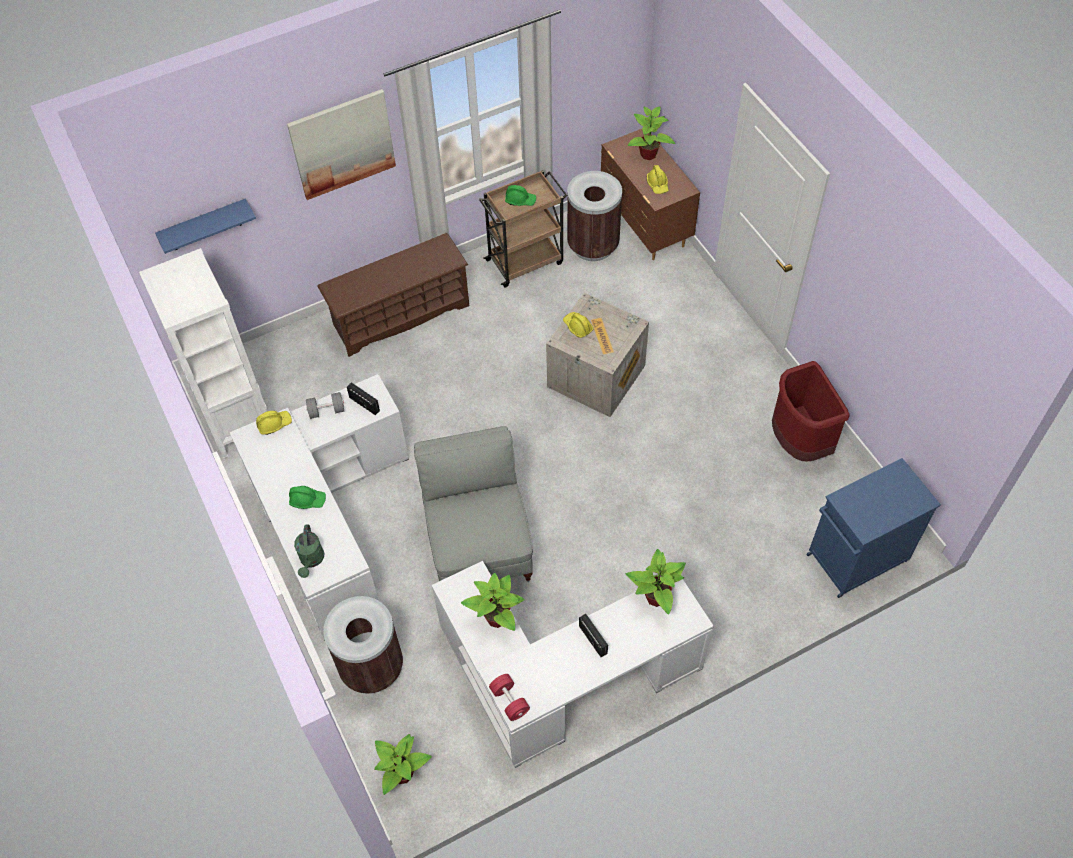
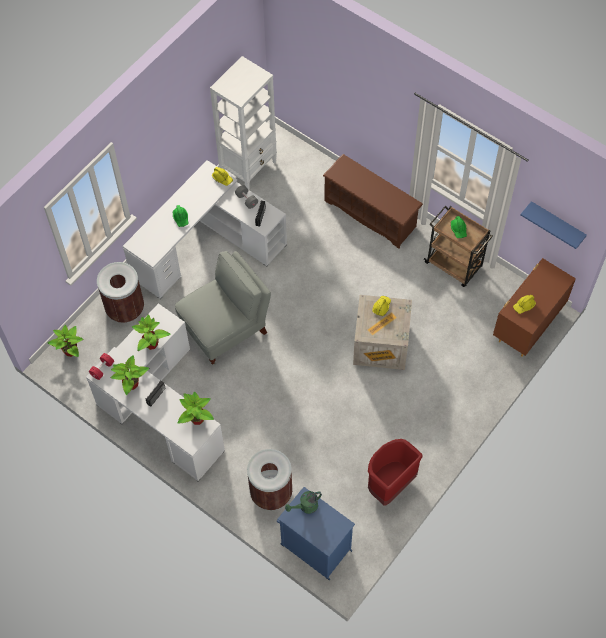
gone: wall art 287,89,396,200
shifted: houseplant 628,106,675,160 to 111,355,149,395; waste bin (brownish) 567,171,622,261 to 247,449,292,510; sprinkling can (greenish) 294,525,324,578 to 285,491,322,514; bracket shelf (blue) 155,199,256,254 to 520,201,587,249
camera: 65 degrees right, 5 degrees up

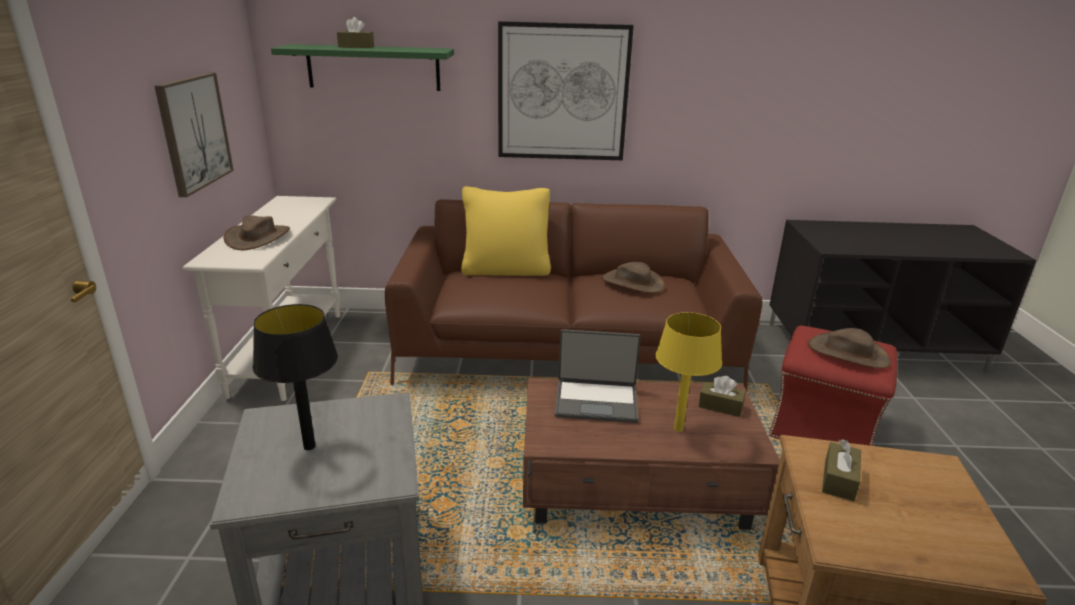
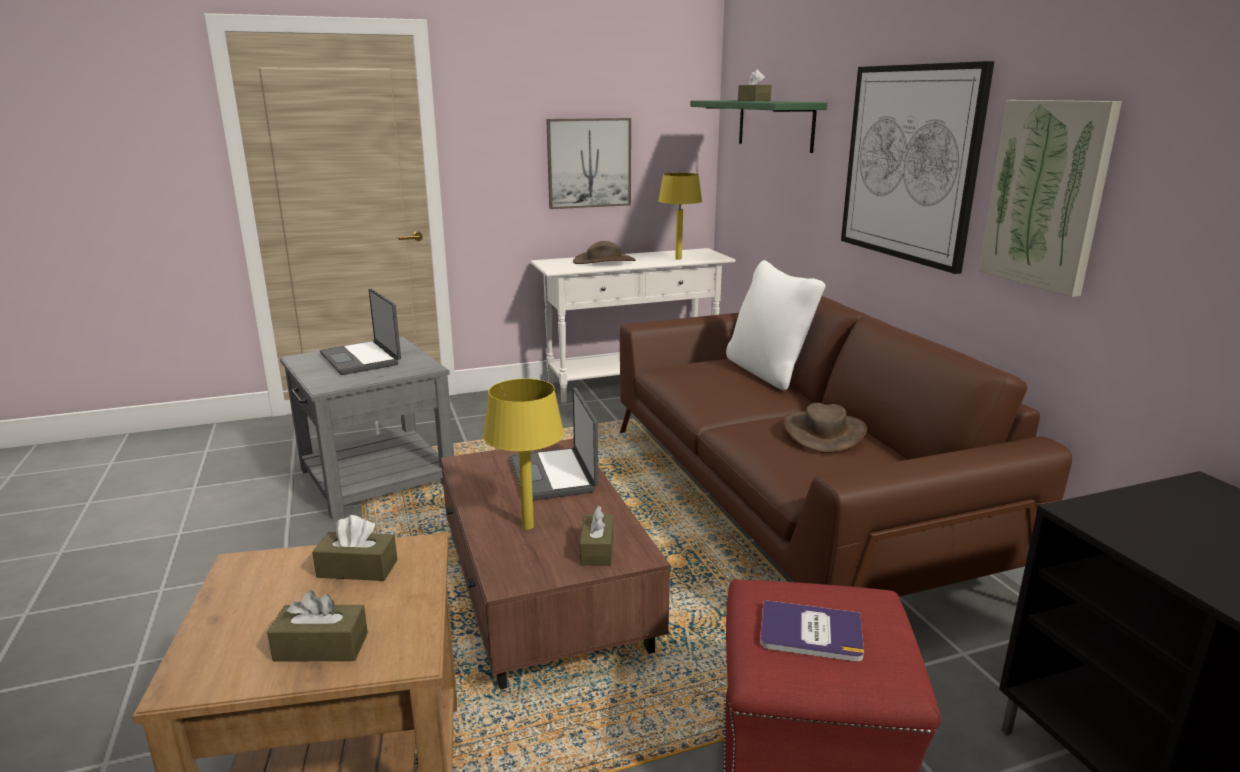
new: box of tissues (brownish) 267,590,368,662; tabletop lamp (yellowish) 658,173,702,260; wall art 979,100,1122,297
swapped: tabletop lamp (black-coloured) 253,304,338,450 to portable computer 320,288,401,375; wearable hat (brownish) 807,328,891,369 to volume 760,600,864,662
repainted: throw pillow (yellowish) 461,186,551,276 to throw pillow (white) 726,260,826,390
camera: 70 degrees right, 5 degrees down

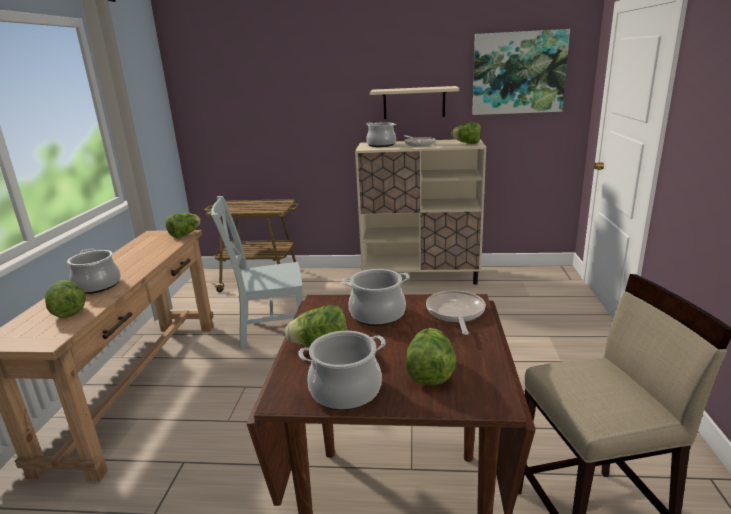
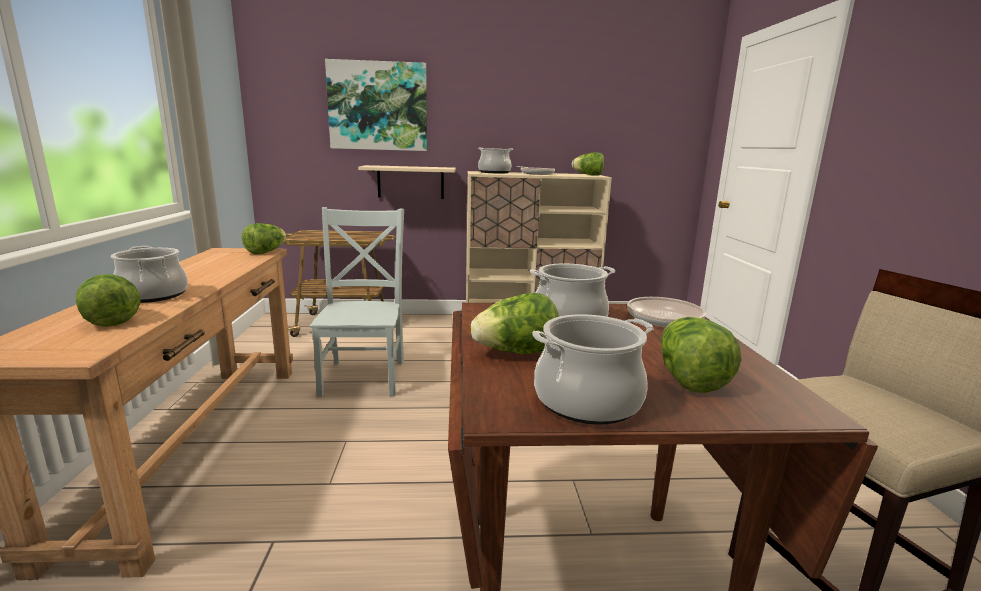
shifted: wall art 472,29,570,115 to 325,59,427,151; bracket shelf (beige-coloured) 370,86,459,119 to 358,165,456,199
rotated: plain chair (grey) 211,196,303,349 = 310,207,404,397 105 degrees clockwise
camera: 10 degrees left, 5 degrees down

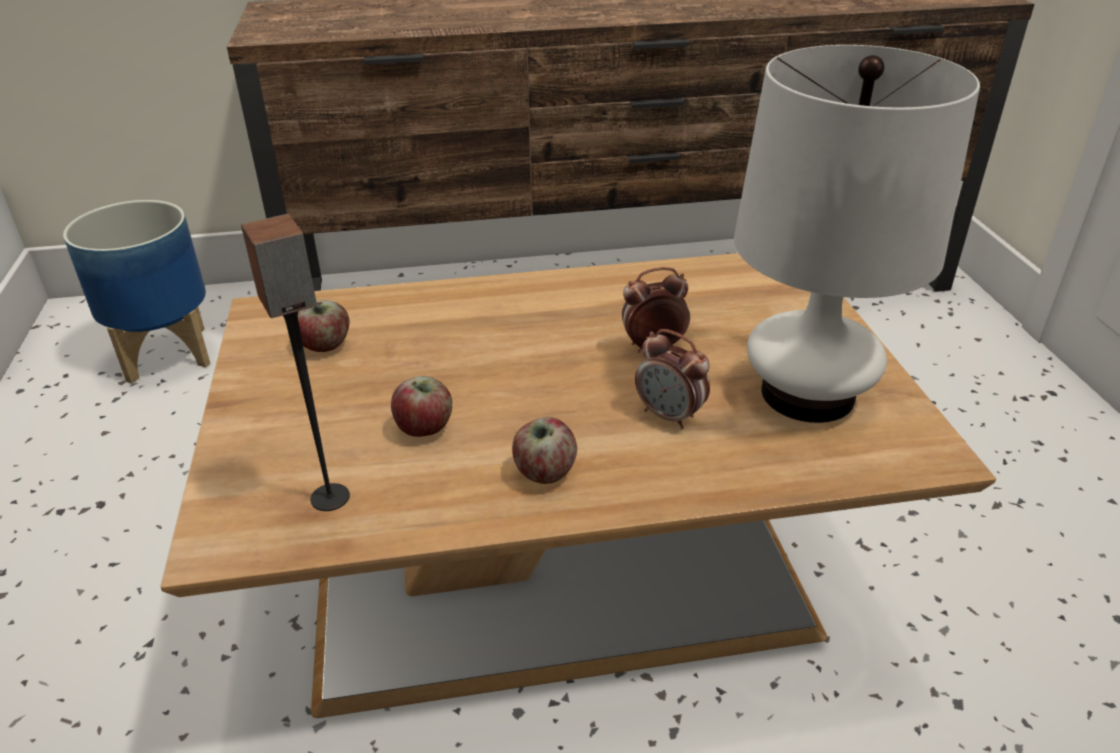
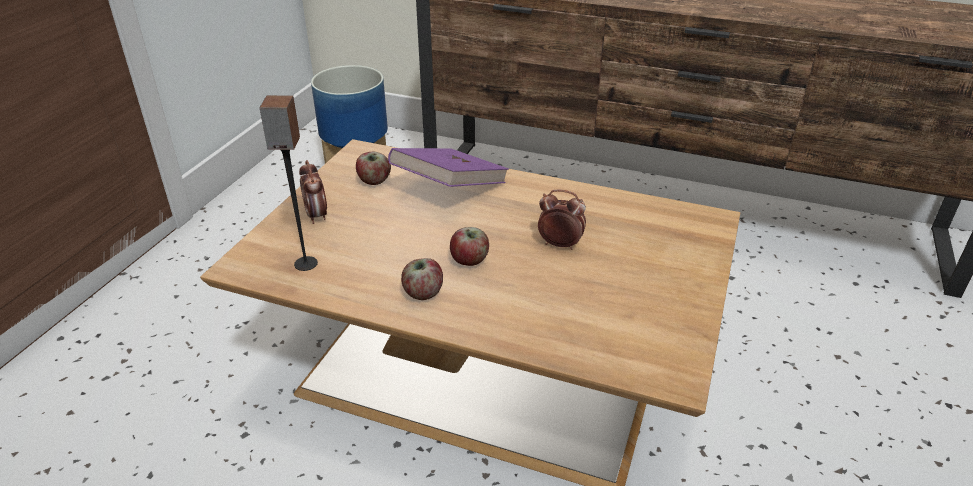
gone: tabletop lamp (white) 734,45,980,423
new: volume (purple-coloured) 388,148,509,187
shifted: alarm clock 635,329,710,429 to 299,160,327,224; whole apple 391,376,452,437 to 450,227,489,266
camera: 30 degrees right, 0 degrees up

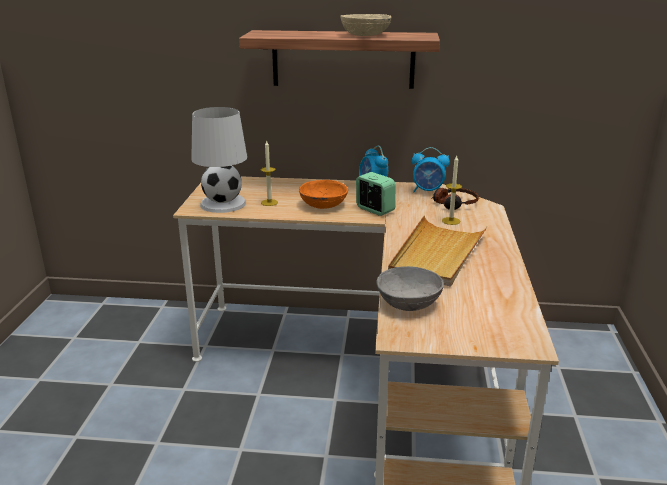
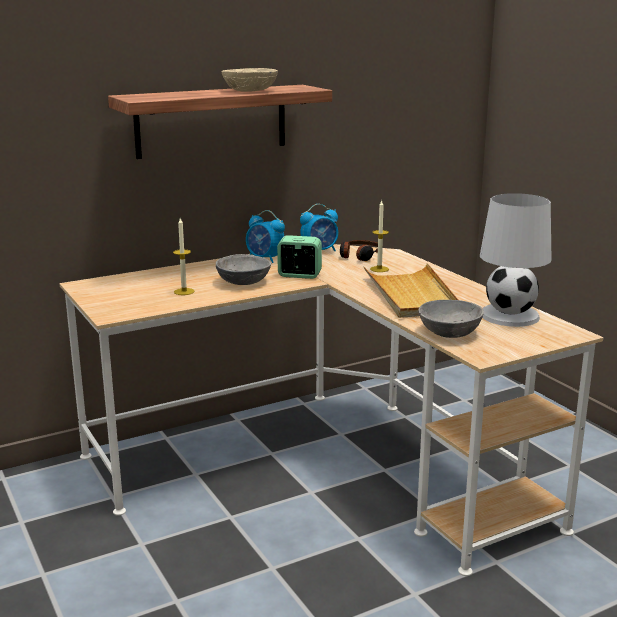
shifted: tabletop lamp (white) 191,107,247,213 to 480,193,552,327
repainted: serving bowl (orange-coloured) 299,180,348,209 to serving bowl (grey) 216,254,271,285
camera: 35 degrees left, 5 degrees down

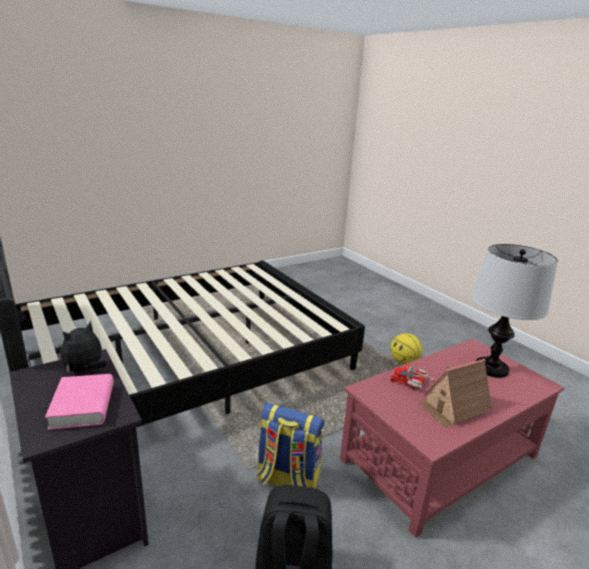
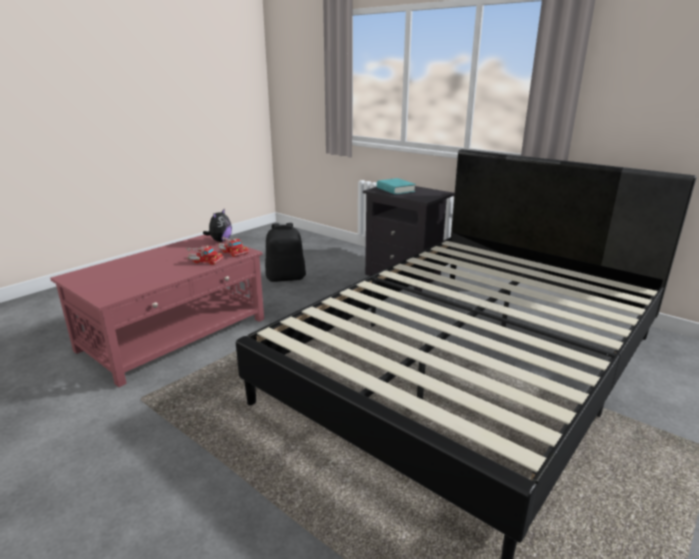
gone: backpack 256,403,325,488; basketball ball 390,333,422,364; miniature house 418,359,492,427; tabletop lamp 472,244,558,378
new: model truck 218,237,249,257
shifted: soft toy 61,321,107,373 to 203,208,232,242
repainted: volume (pink) 45,374,114,430 to volume (turquoise-coloured) 377,178,416,195
camera: 165 degrees right, 0 degrees up

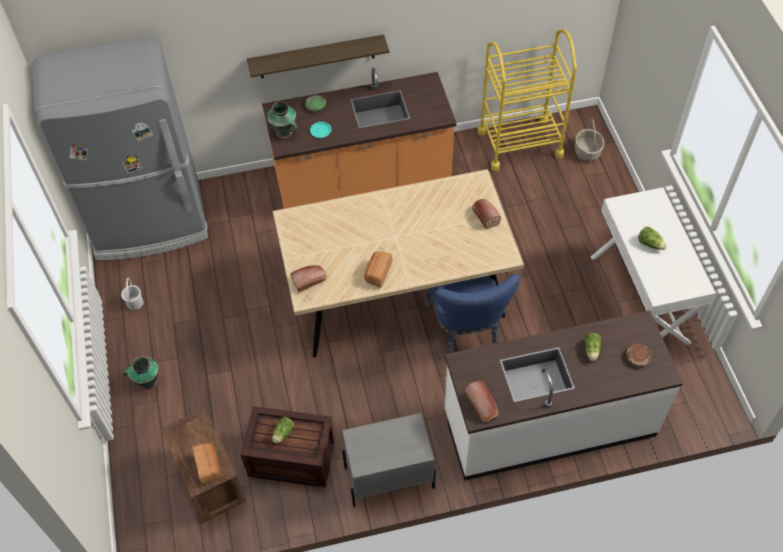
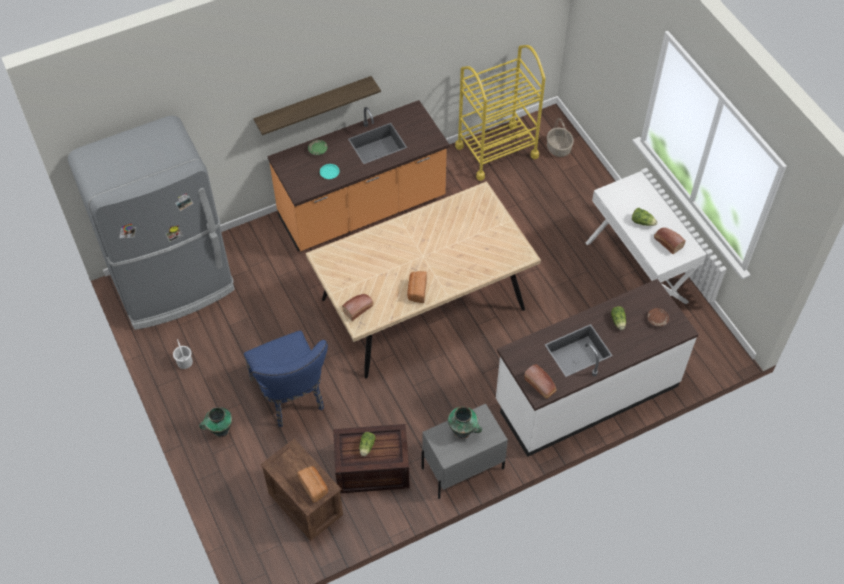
shifted: plain chair (blue) 425,274,520,354 to 244,330,328,427; vase 267,102,298,138 to 448,407,482,439; baked bread 472,199,501,229 to 654,227,685,254
camera: 15 degrees left, 0 degrees up

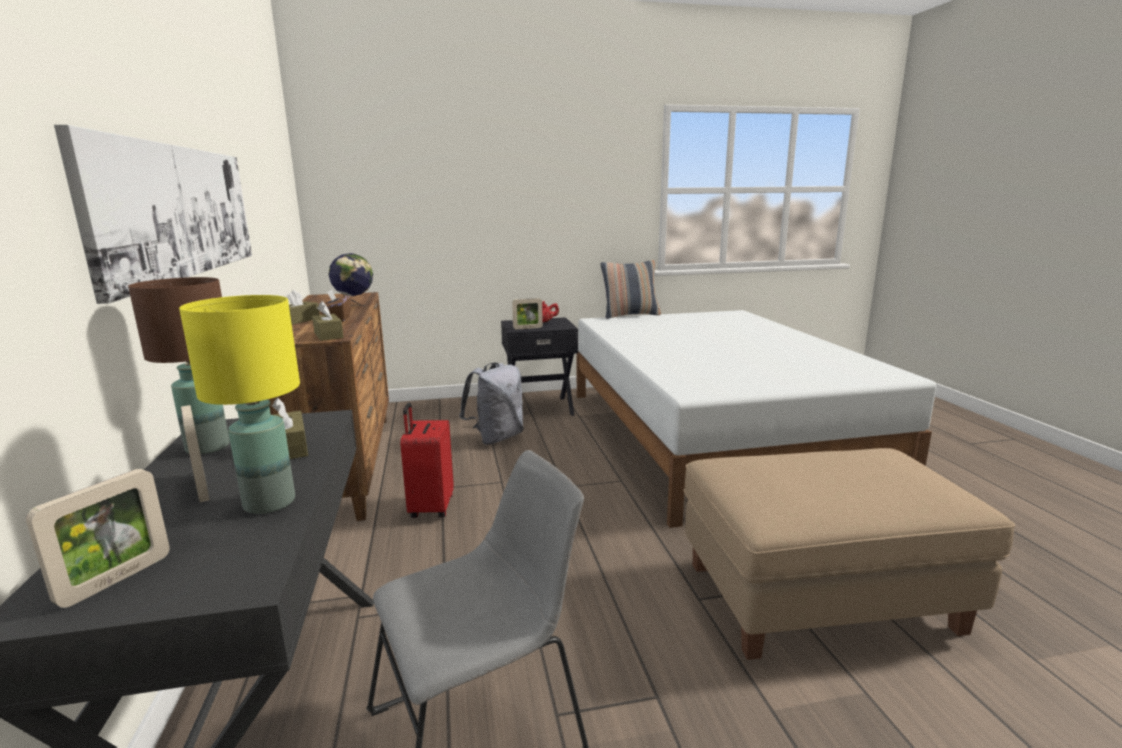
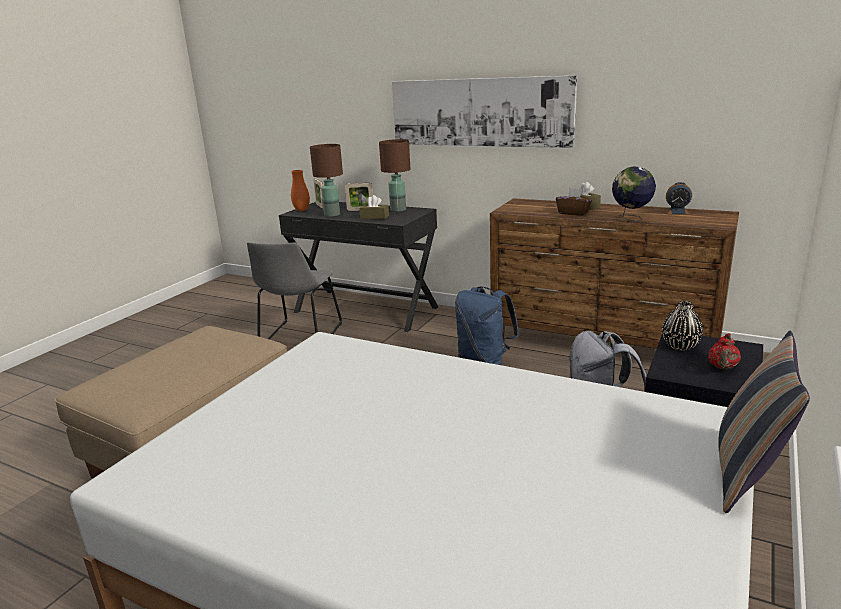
gone: box of tissues (brownish) 312,301,344,341
new: vase (orange-coloured) 291,170,310,211; alarm clock 665,182,692,214
swapped: suitcase (red-coloured) 400,402,454,518 to backpack (blue) 455,286,520,365; standing frame 512,298,543,330 to vase (black-coloured) 662,301,703,350
repainted: tabletop lamp (yellowish) 179,295,300,514 to tabletop lamp (brownish) 310,144,343,217
camera: 130 degrees right, 5 degrees up

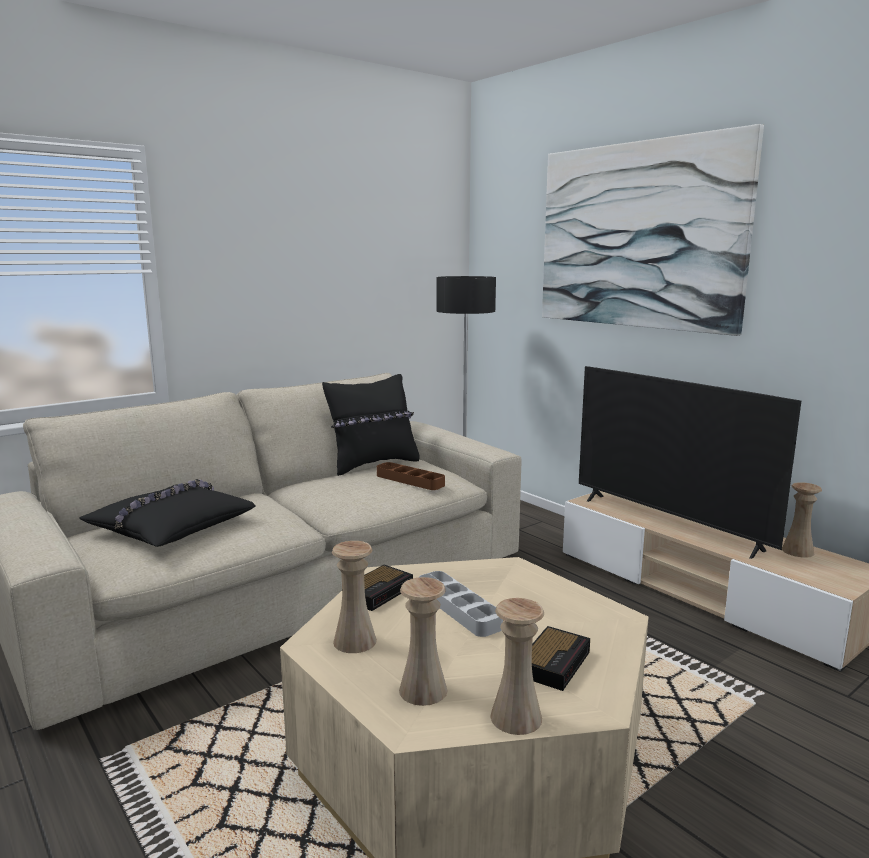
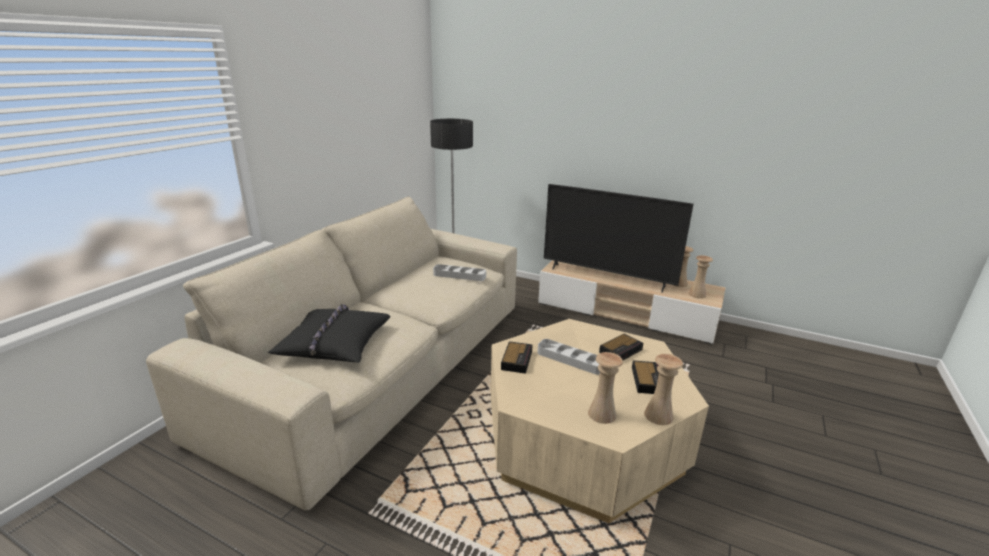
gone: throw pillow (black-coloured) 322,374,420,476; wall art 542,124,764,336
new: alarm clock 599,333,643,361
shifted: vase (beige-coloured) 332,541,377,653 to 688,255,713,299
repainted: tray (brownish) 377,462,445,490 to tray (grey) 433,264,486,281
camera: 25 degrees left, 10 degrees up

